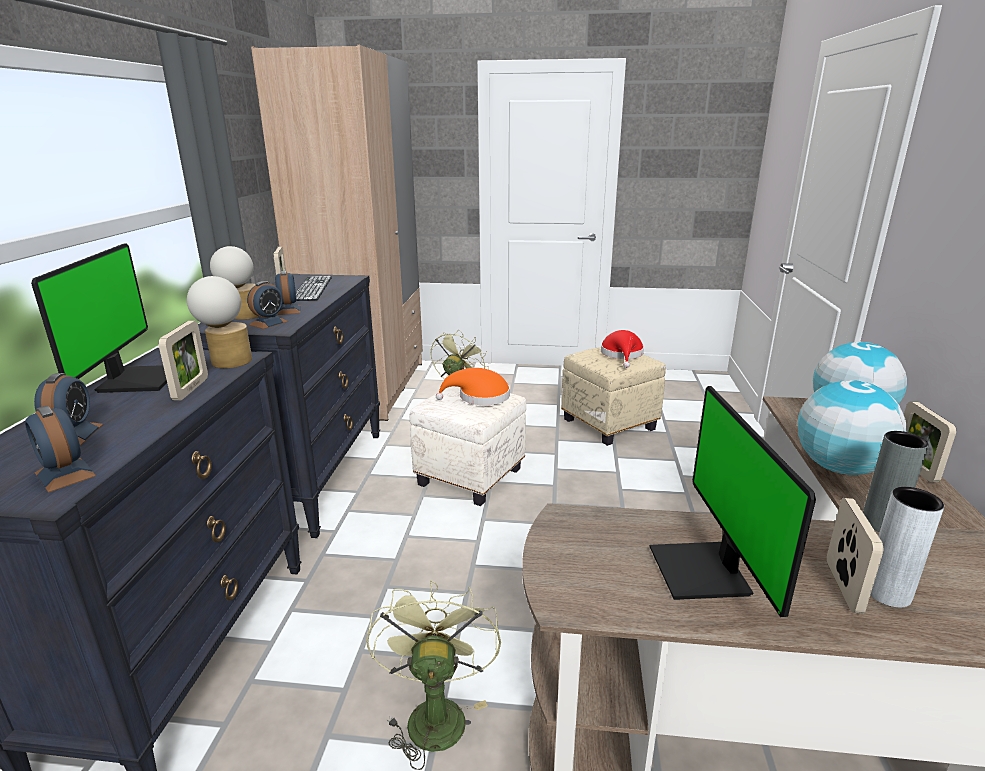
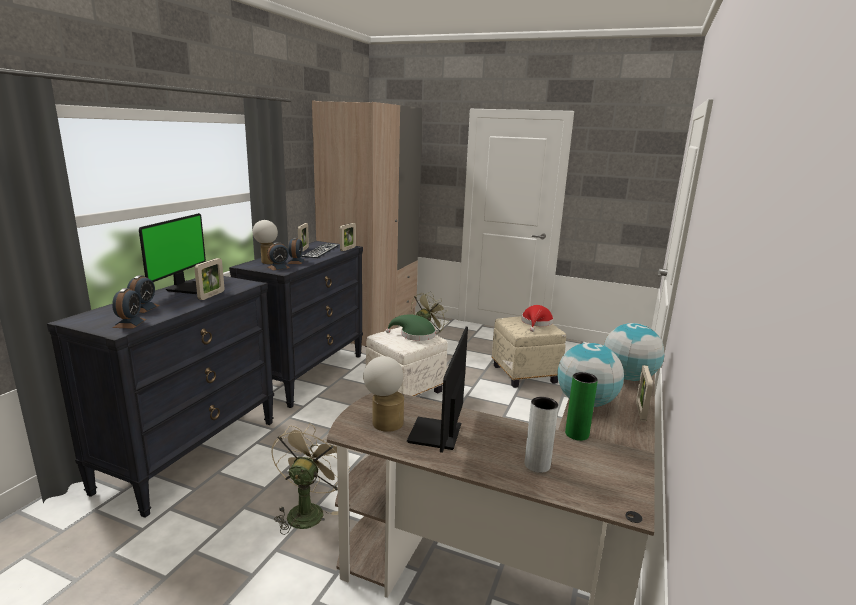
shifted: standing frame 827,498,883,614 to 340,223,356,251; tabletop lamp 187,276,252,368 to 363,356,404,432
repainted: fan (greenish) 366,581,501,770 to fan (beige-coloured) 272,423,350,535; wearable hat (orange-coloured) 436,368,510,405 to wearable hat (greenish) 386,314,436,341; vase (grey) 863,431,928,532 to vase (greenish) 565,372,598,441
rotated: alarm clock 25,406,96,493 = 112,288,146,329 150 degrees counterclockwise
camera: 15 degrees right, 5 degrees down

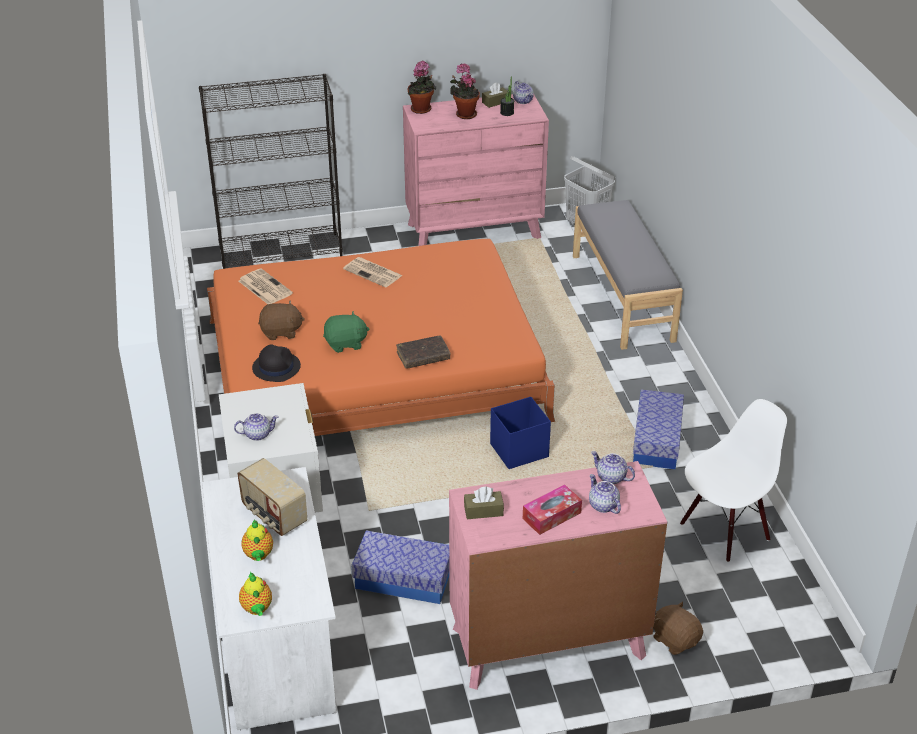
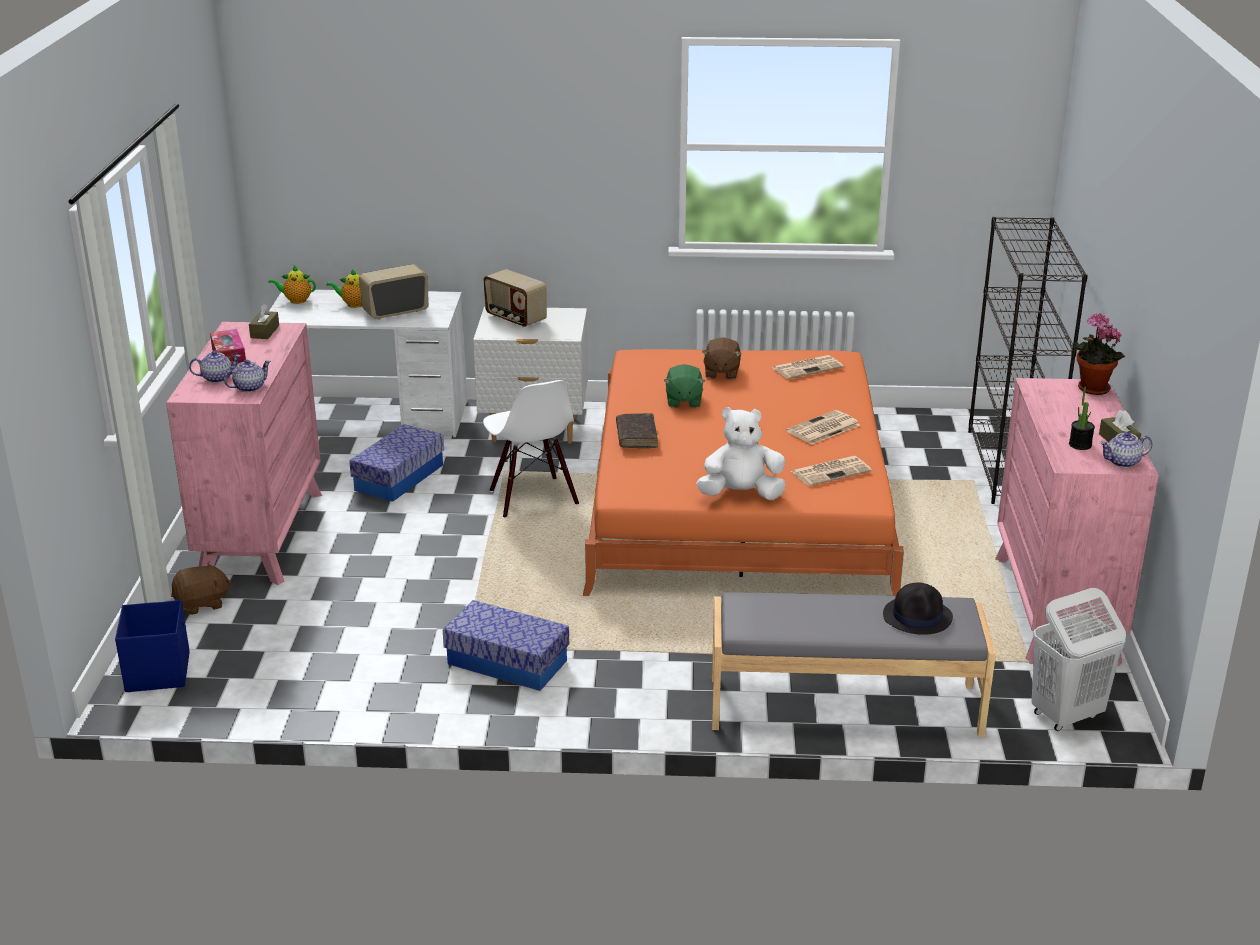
gone: houseplant 450,64,480,119
new: soft toy (white) 696,407,786,500; printed paper 791,456,872,486
shifted: storage bin (blue) 490,397,551,469 to 115,600,190,692; plain chair (white) 680,399,787,562 to 483,380,579,517; wearable hat (black-coloured) 252,344,301,382 to 883,583,953,635
swapped: teapot 234,413,279,441 to radio 483,269,547,328
camera: 105 degrees right, 10 degrees down

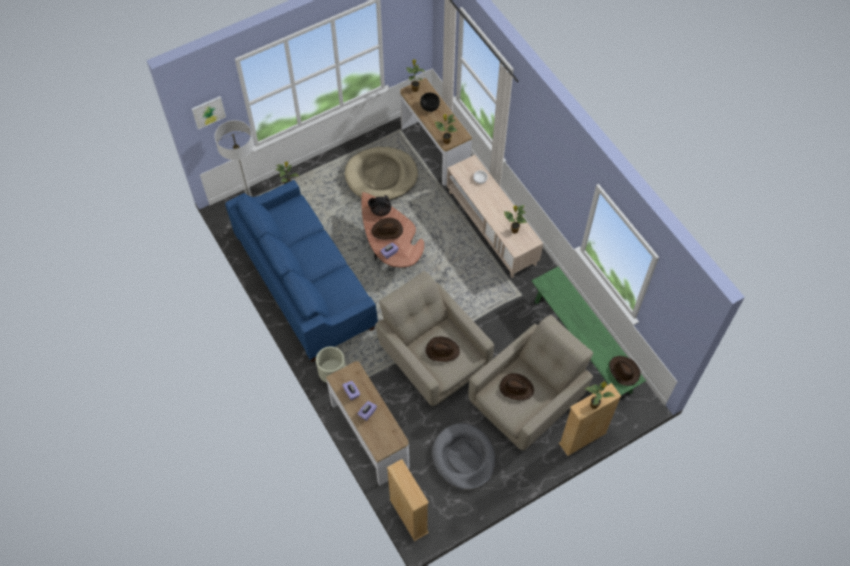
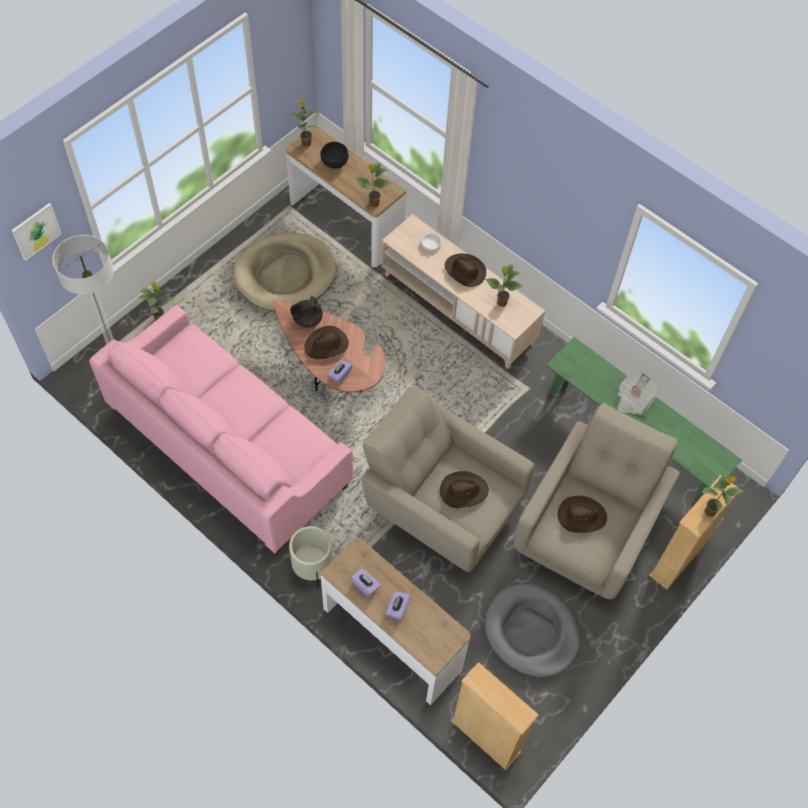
new: printed paper 618,373,657,415
shifted: wearable hat (brownish) 609,356,641,386 to 445,254,486,287
repainted: sofa (blue) 225,180,378,362 to sofa (pink) 89,305,354,556
camera: 20 degrees left, 0 degrees up

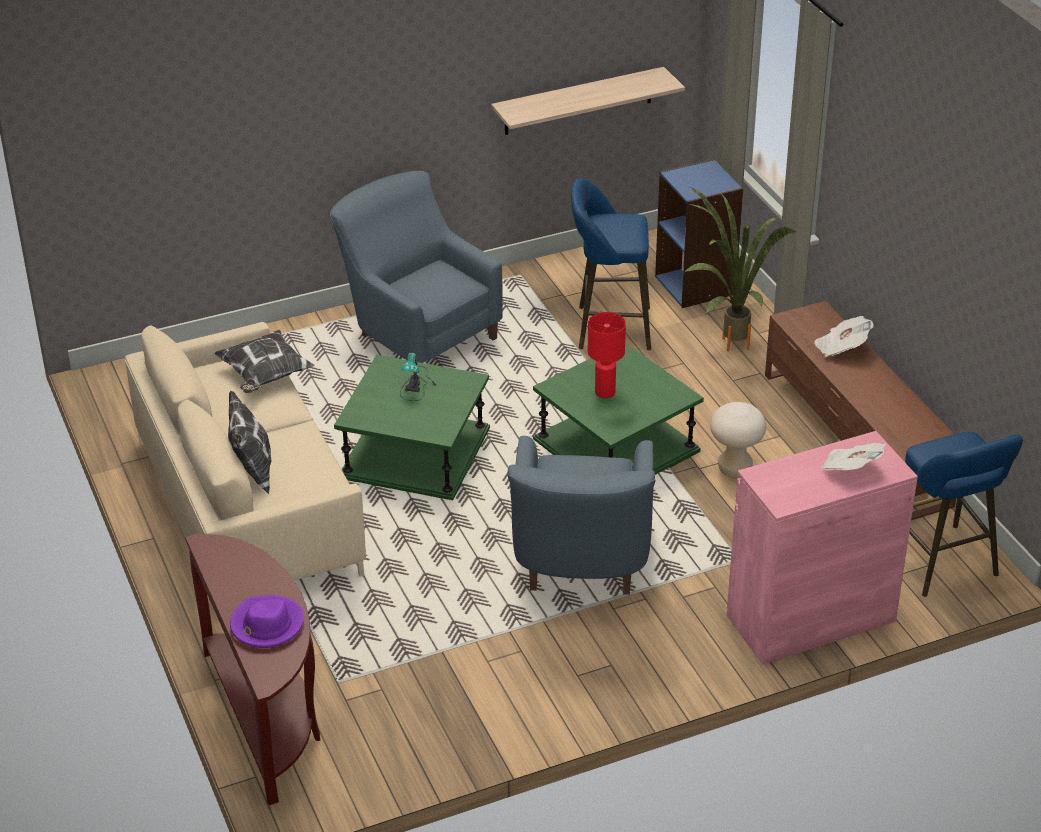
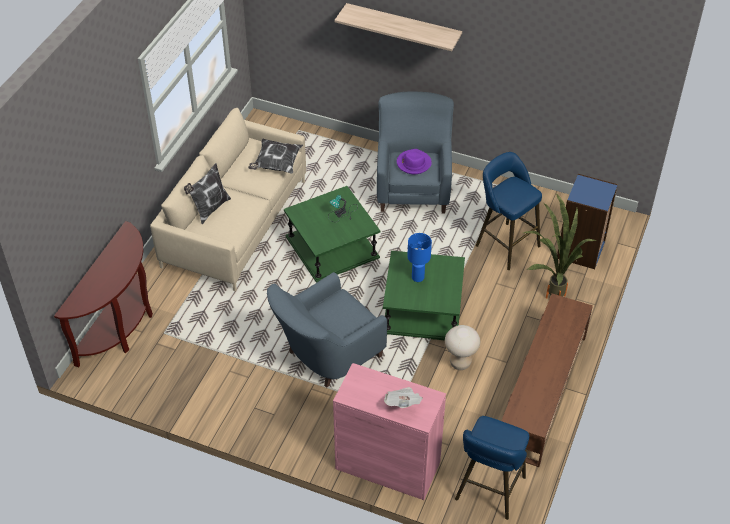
gone: printed paper 814,316,874,357
shifted: bracket shelf 491,67,685,135 to 334,3,462,51; wearable hat (purple-coloured) 230,595,304,648 to 397,149,432,174
repainted: tabletop lamp (red-coloured) 588,312,626,398 to tabletop lamp (blue) 407,233,432,282
camera: 45 degrees right, 10 degrees up

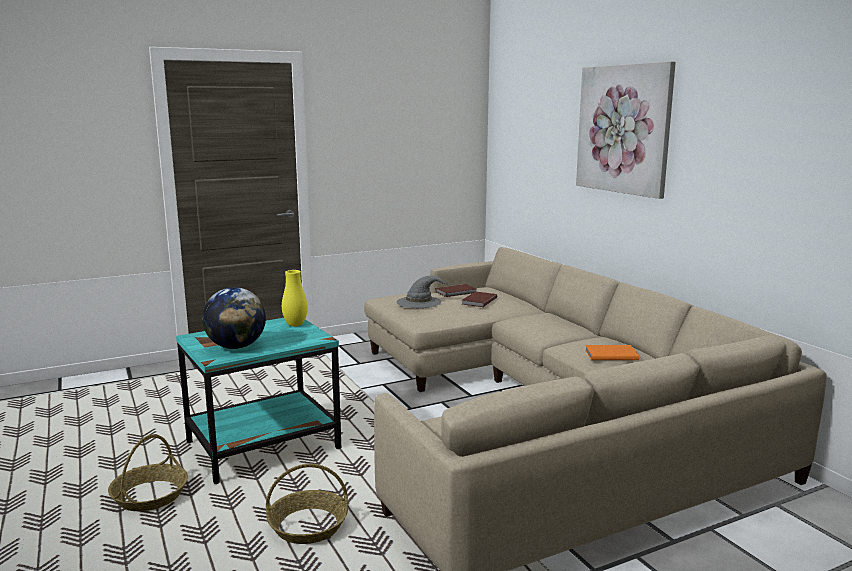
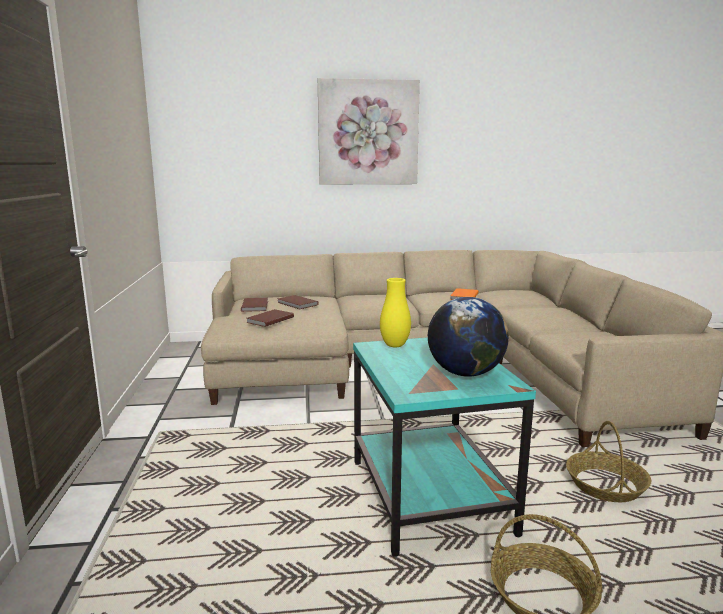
swapped: wearable hat (grey) 397,276,451,308 to volume (brownish) 246,309,294,327
camera: 70 degrees left, 0 degrees up

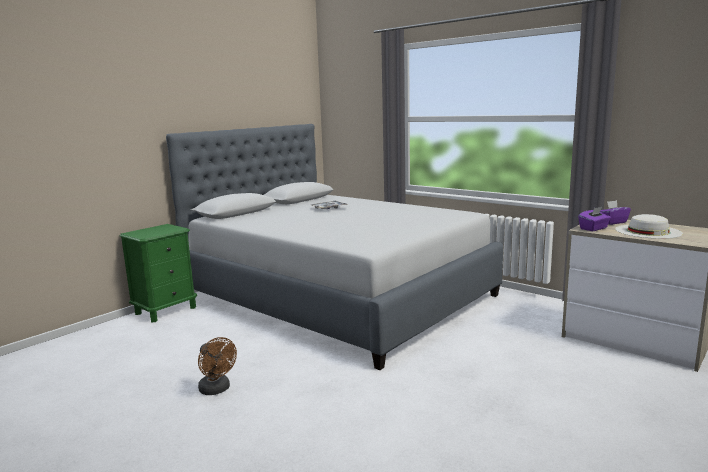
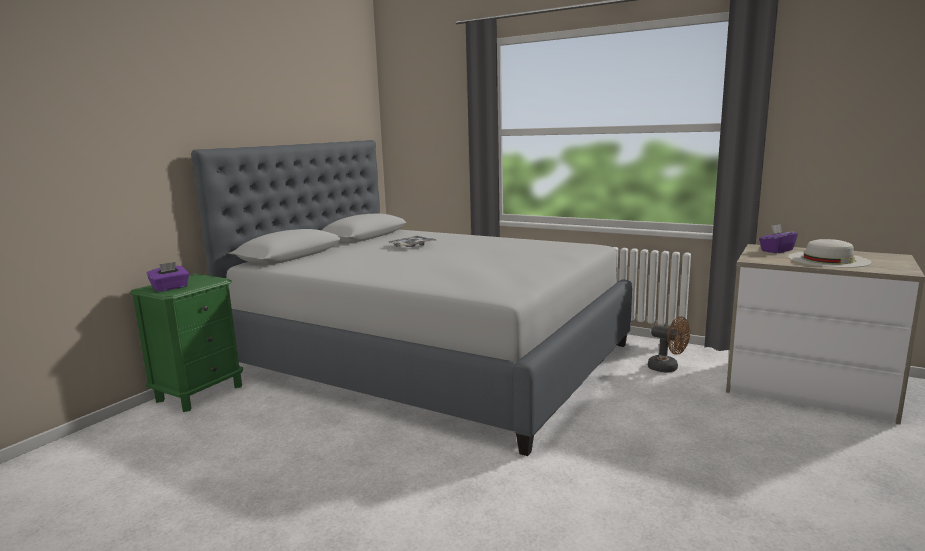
shifted: box of tissues (purple-coloured) 578,207,611,231 to 147,262,189,292; fan (brownish) 198,337,237,395 to 648,316,690,373
camera: 10 degrees left, 0 degrees up

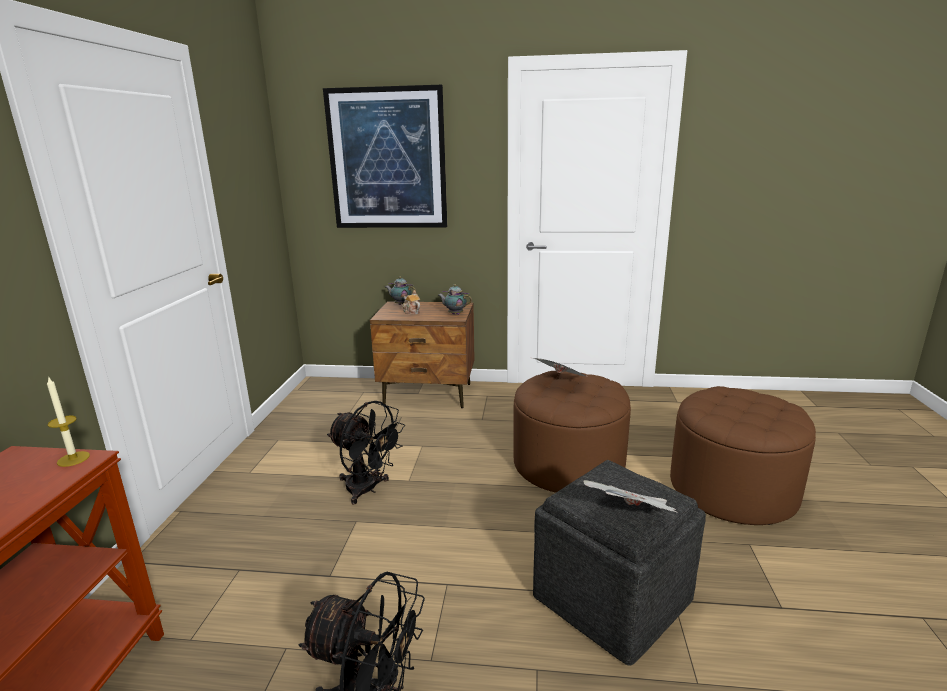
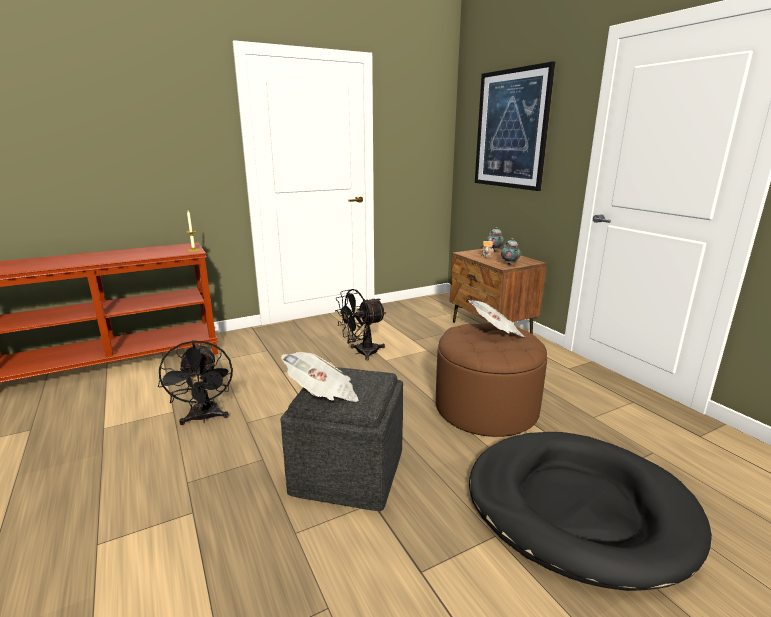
swapped: footrest (brownish) 670,386,816,525 to dog cushion (black-coloured) 469,432,712,591
rotated: fan (black-coloured) 327,401,405,505 = 335,289,386,361 60 degrees clockwise
camera: 55 degrees right, 0 degrees up

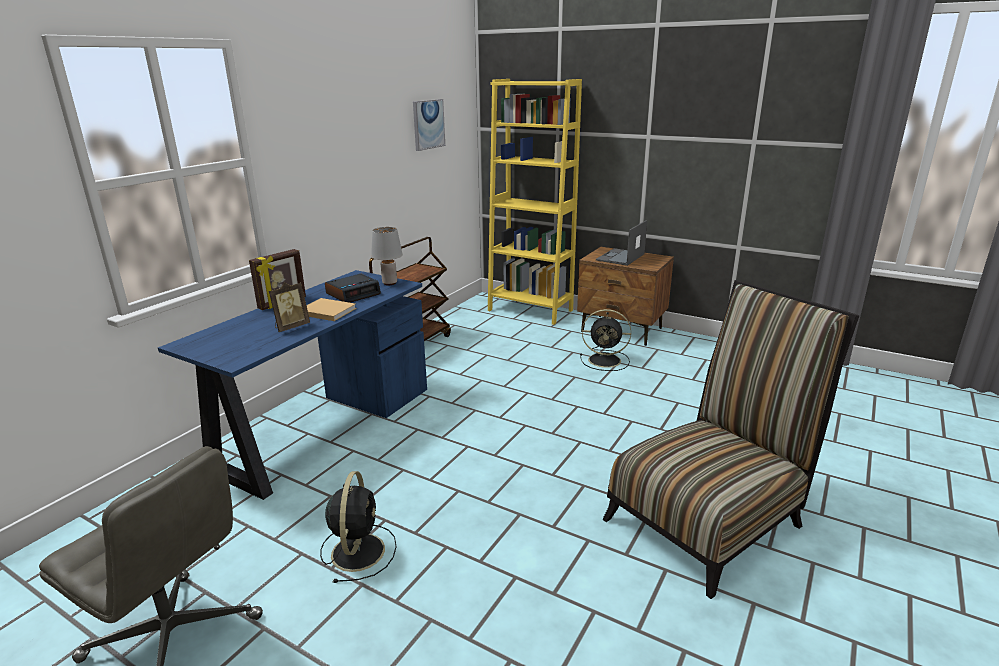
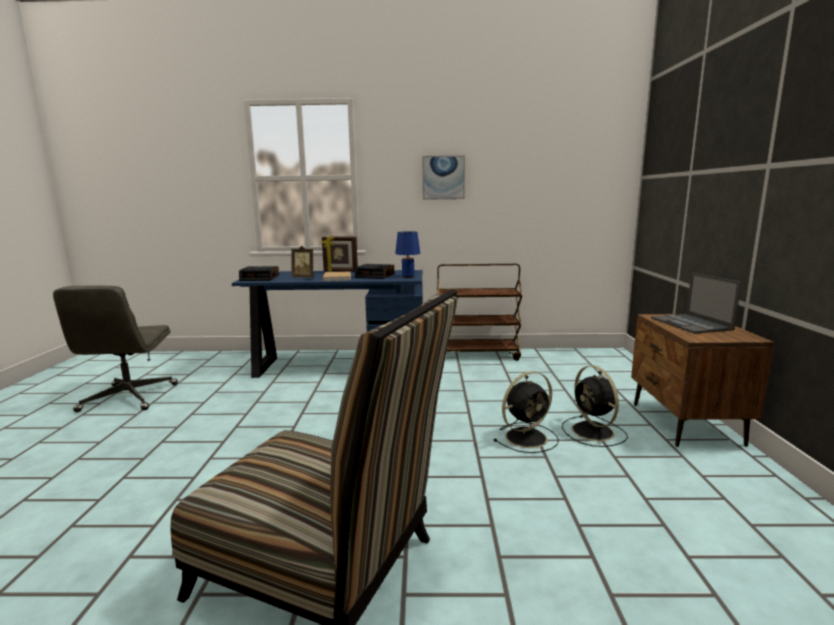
gone: shelving unit (yellowish) 488,79,582,325
new: alarm clock 239,266,279,281
shifted: wall art 413,99,445,151 to 422,156,465,200; fan (black-coloured) 320,471,397,583 to 493,371,559,453
repainted: tabletop lamp (grey) 371,227,403,285 to tabletop lamp (blue) 395,231,420,278
rotated: portable computer 596,220,647,266 = 651,273,742,334 105 degrees counterclockwise
camera: 60 degrees right, 10 degrees down

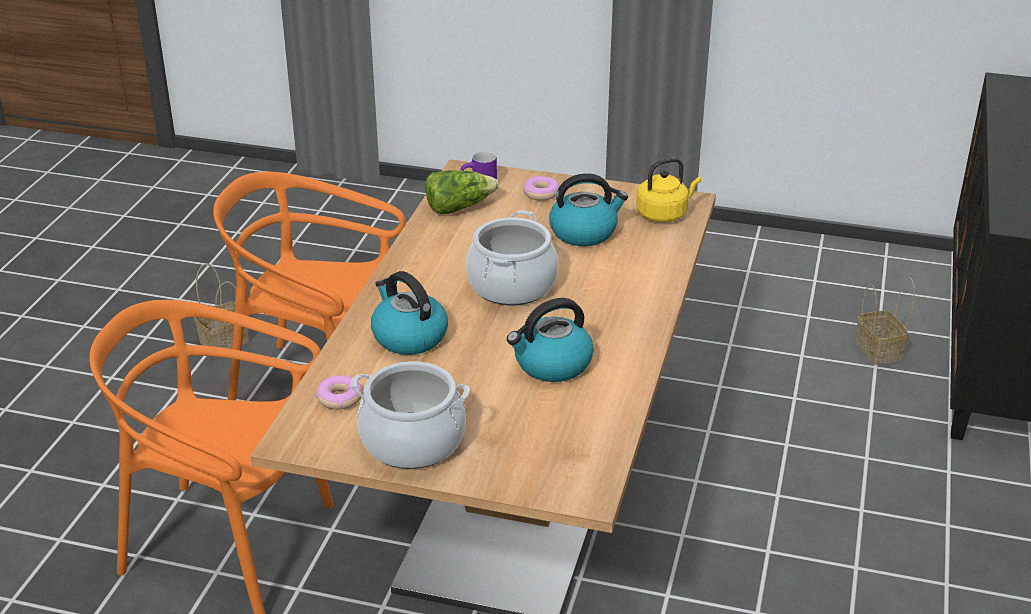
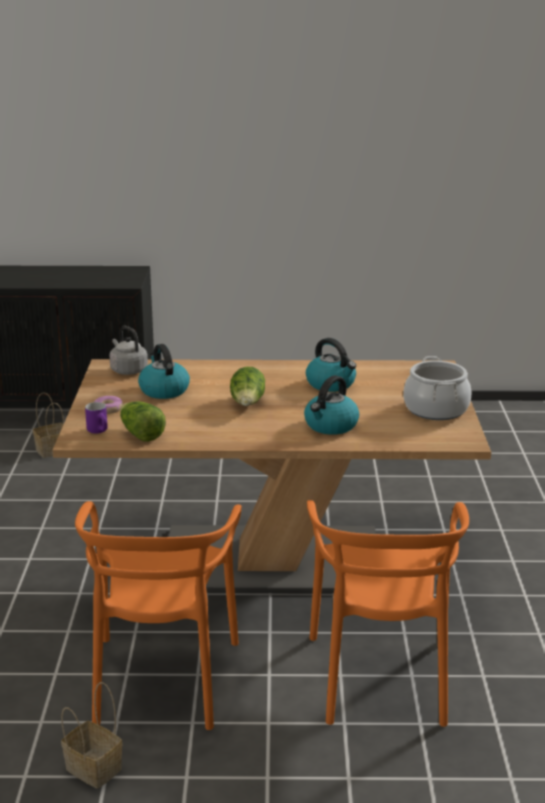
gone: ring doughnut 316,375,363,410
swapped: cooking pot 466,210,558,305 to lettuce 230,366,265,406
repainted: kettle (yellowish) 636,158,701,222 to kettle (grey) 109,326,148,375
camera: 105 degrees left, 10 degrees down

